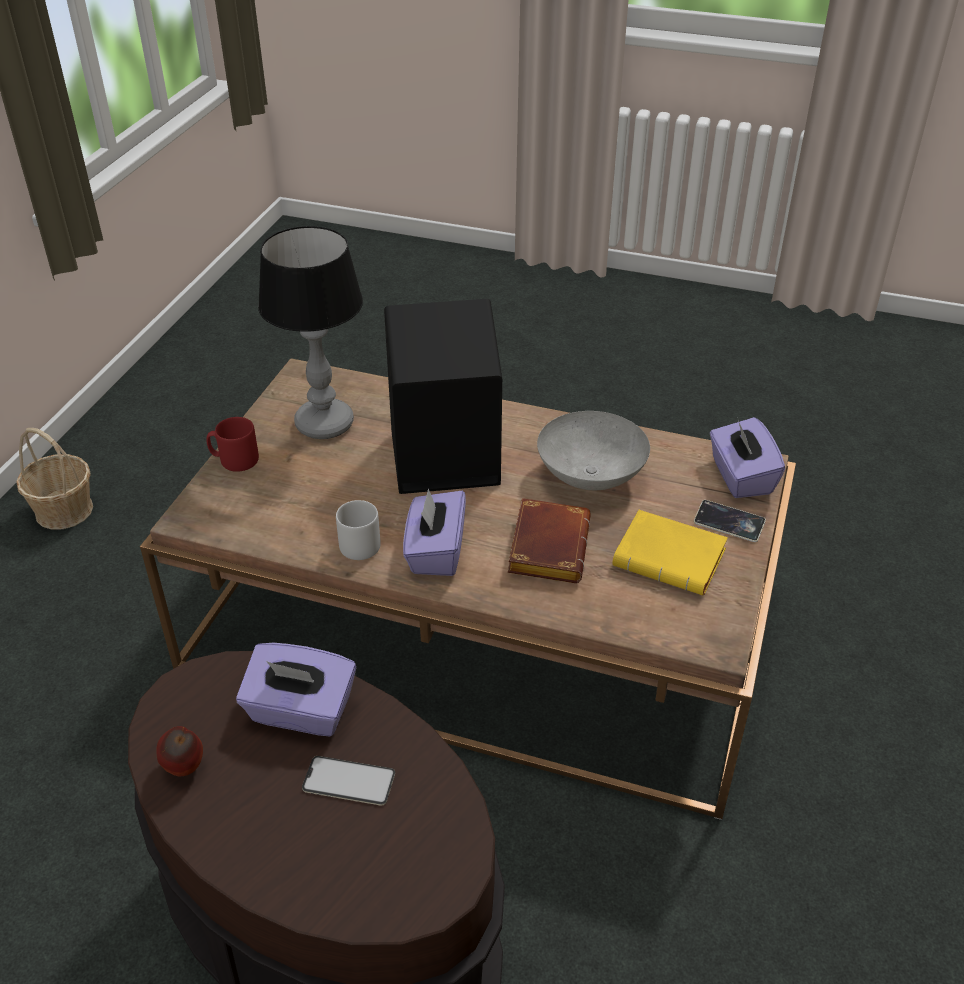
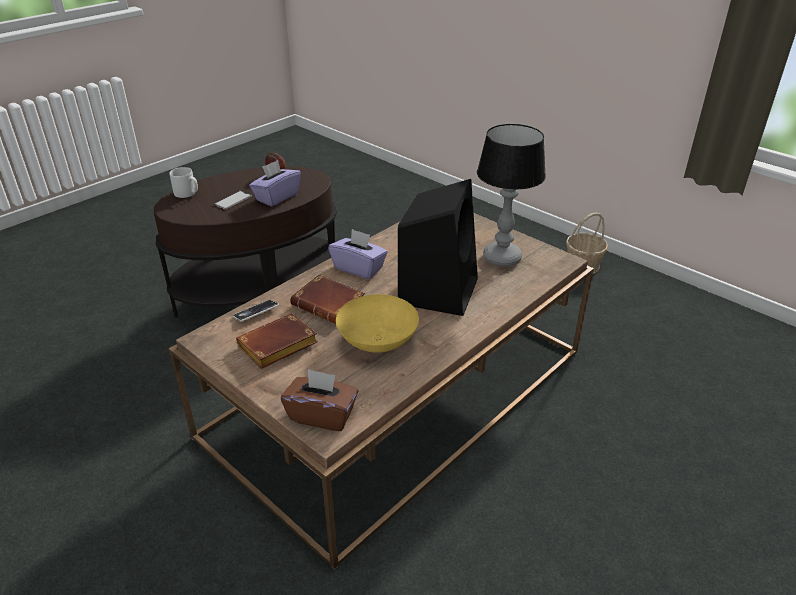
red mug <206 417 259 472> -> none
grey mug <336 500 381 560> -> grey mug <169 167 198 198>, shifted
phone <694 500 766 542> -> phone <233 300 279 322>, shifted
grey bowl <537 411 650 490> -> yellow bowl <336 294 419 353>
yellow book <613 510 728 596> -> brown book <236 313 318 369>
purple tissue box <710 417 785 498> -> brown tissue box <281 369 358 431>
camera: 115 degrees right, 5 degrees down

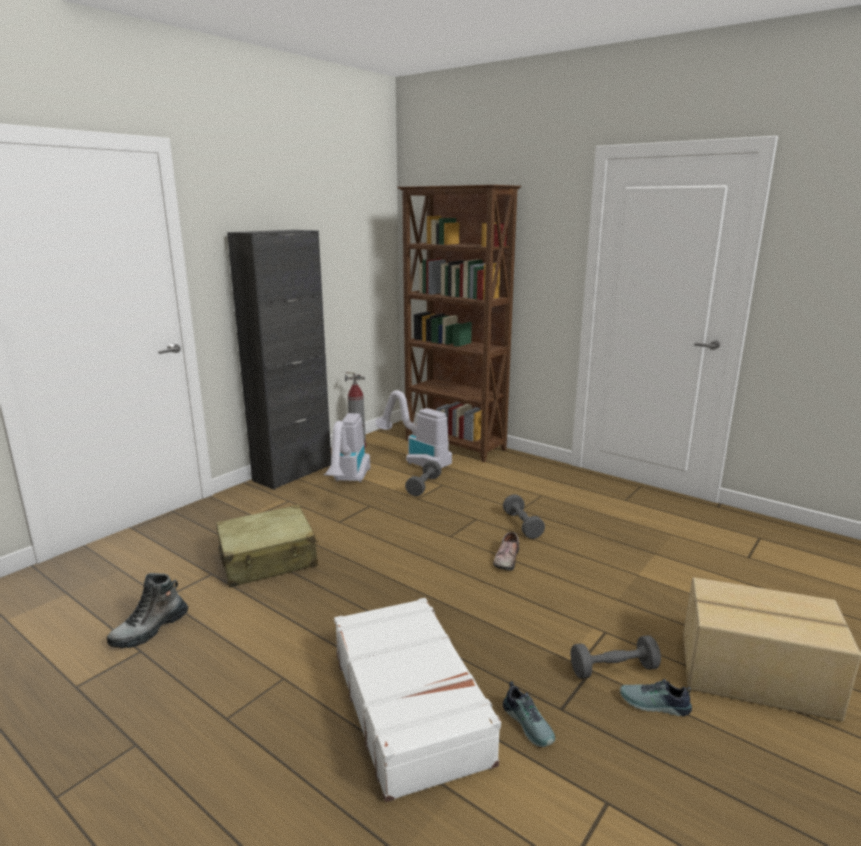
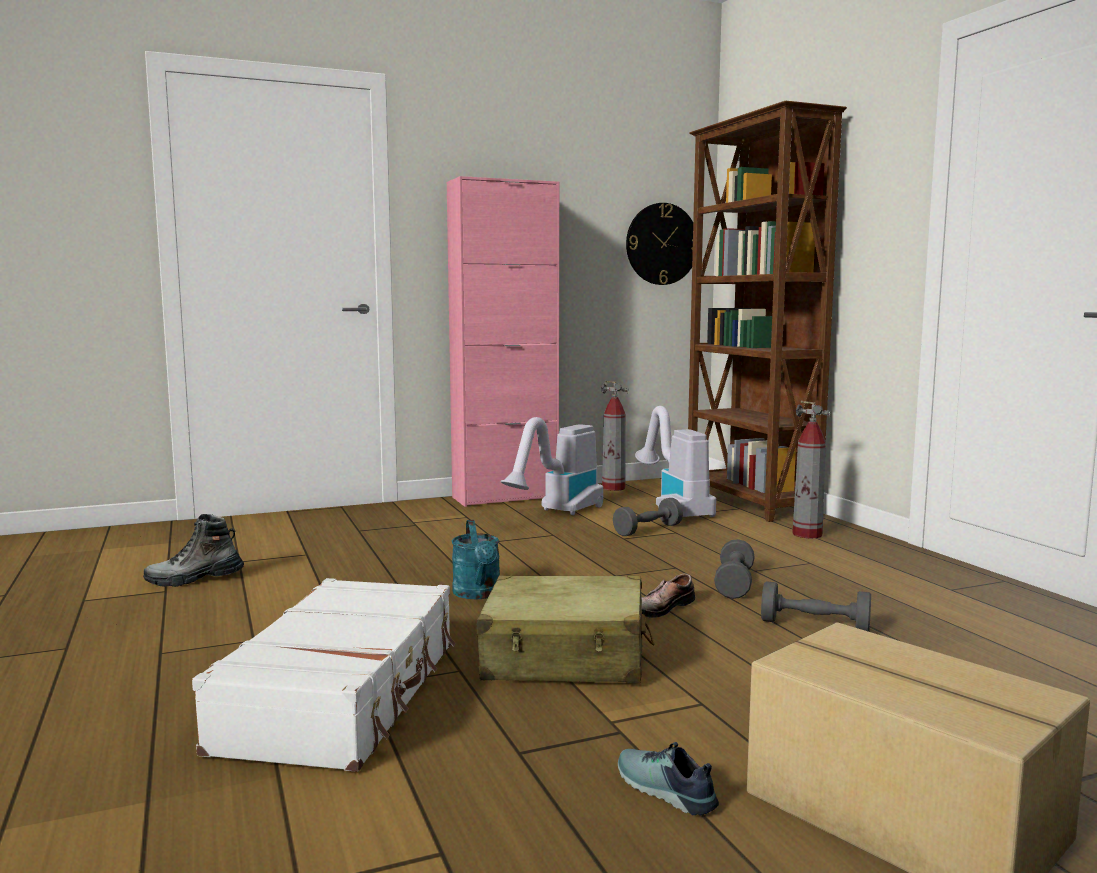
shoe <503 681 555 747> -> none
none -> turquoise watering can <452 520 500 599>
none -> wall clock <626 203 693 285>
none -> fire extinguisher <793 401 831 538>
beige suitcase <216 505 318 587> -> beige suitcase <477 575 654 683>, shifted
grey dumbbell <571 635 661 679> -> grey dumbbell <761 581 871 632>, shifted
black cabinet <227 230 331 490> -> pink cabinet <447 176 559 507>
camera: 30 degrees right, 10 degrees down

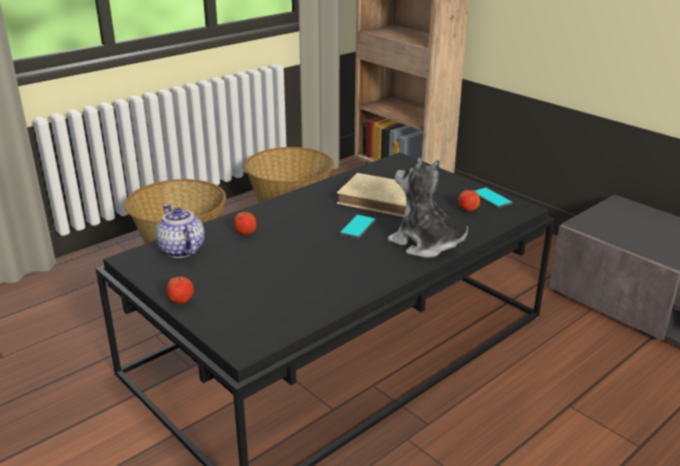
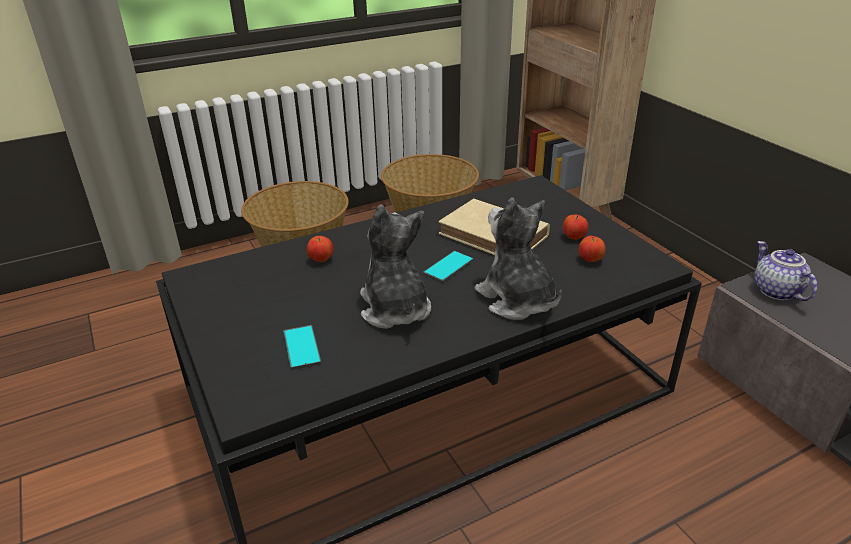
none -> plush toy <360 205 431 329>
teapot <155 204 205 258> -> teapot <754 241 818 301>, shifted
apple <166 277 194 304> -> apple <563 215 588 240>, shifted
phone <473 187 513 208> -> phone <283 325 321 370>, shifted
camera: 15 degrees right, 5 degrees up

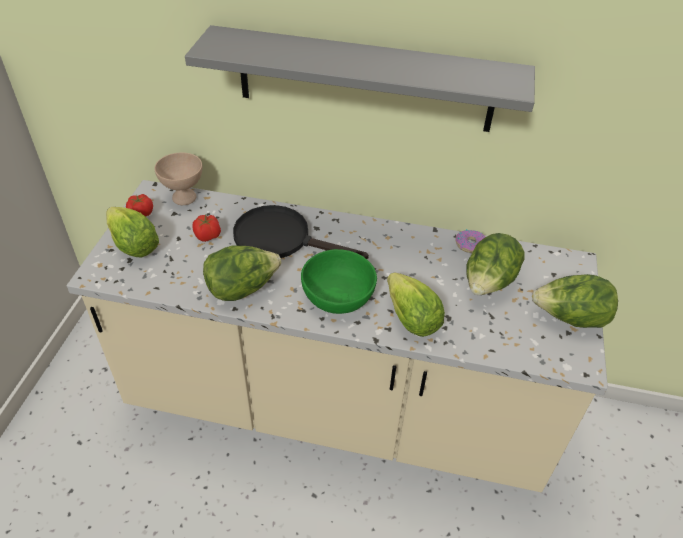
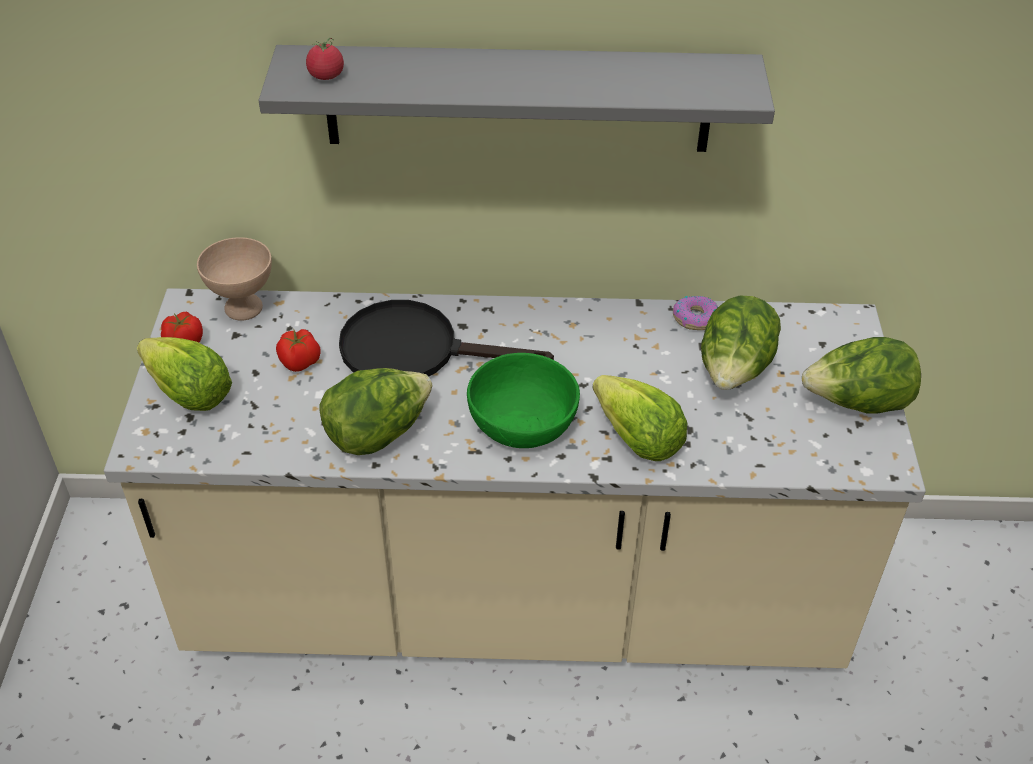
none -> tomato <306 38 344 80>
camera: 10 degrees left, 0 degrees up

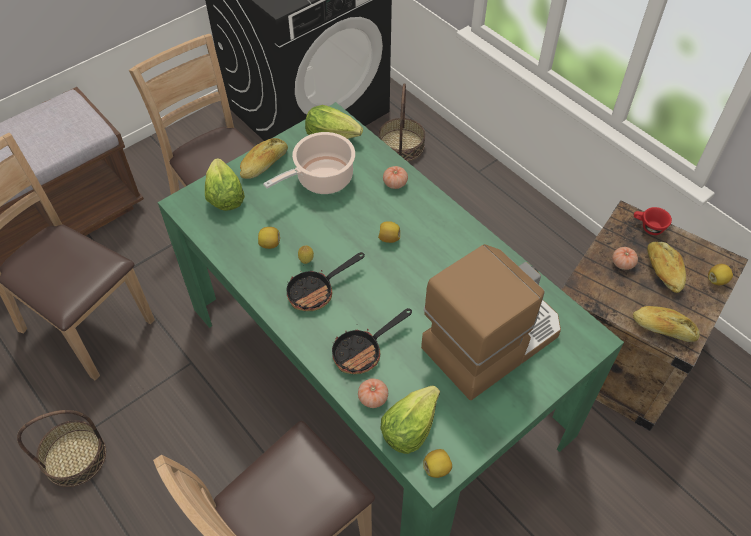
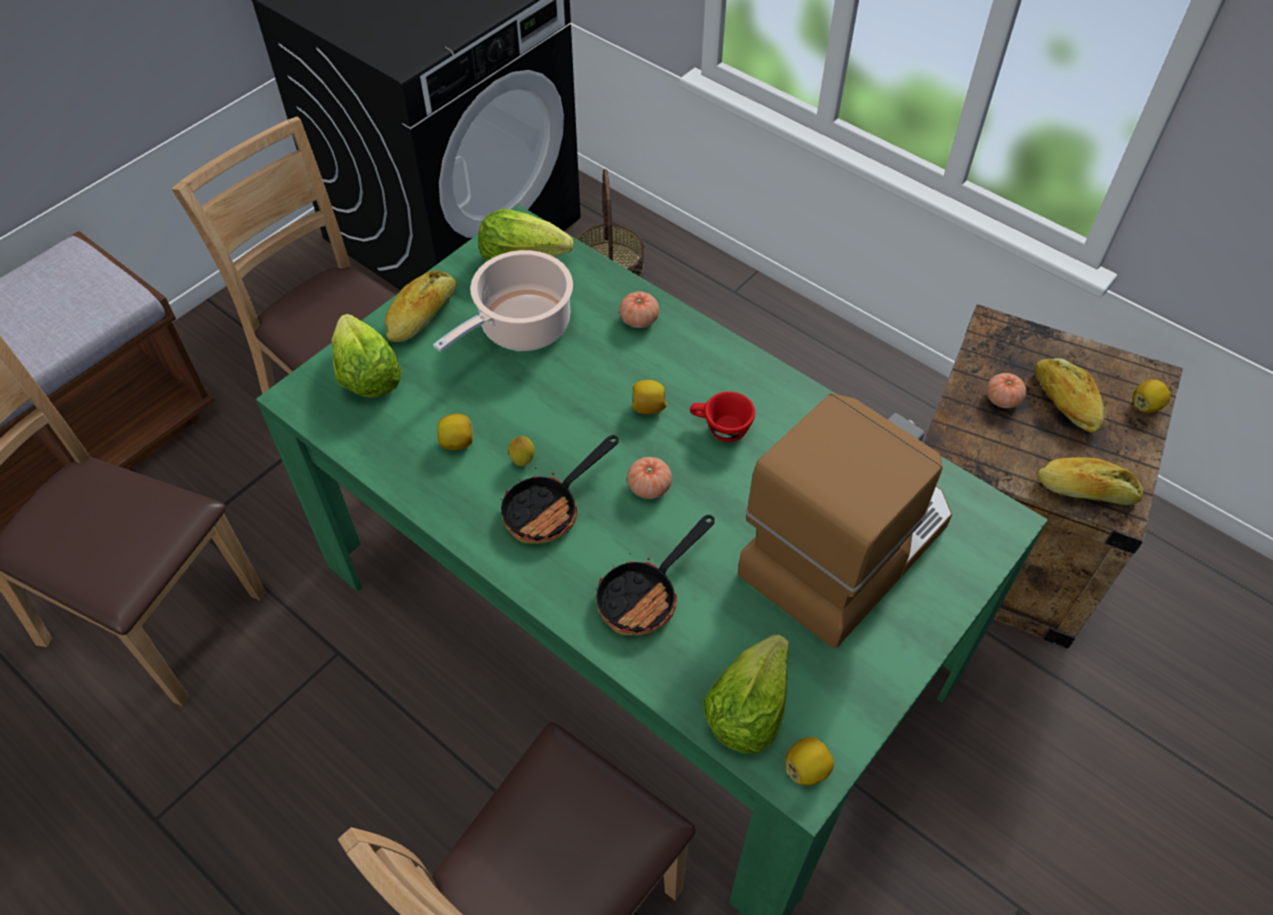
basket <17 410 106 487> -> none
tomato <358 378 388 408> -> tomato <627 457 672 499>, shifted
red cup <634 207 672 235> -> red cup <690 391 755 442>, shifted
camera: 10 degrees left, 0 degrees up

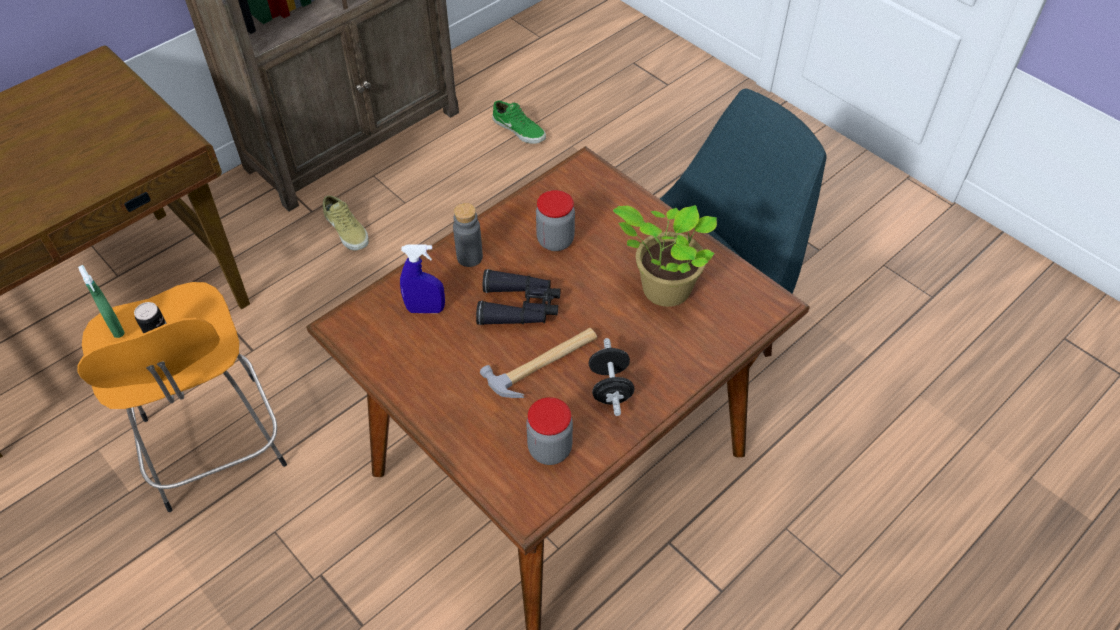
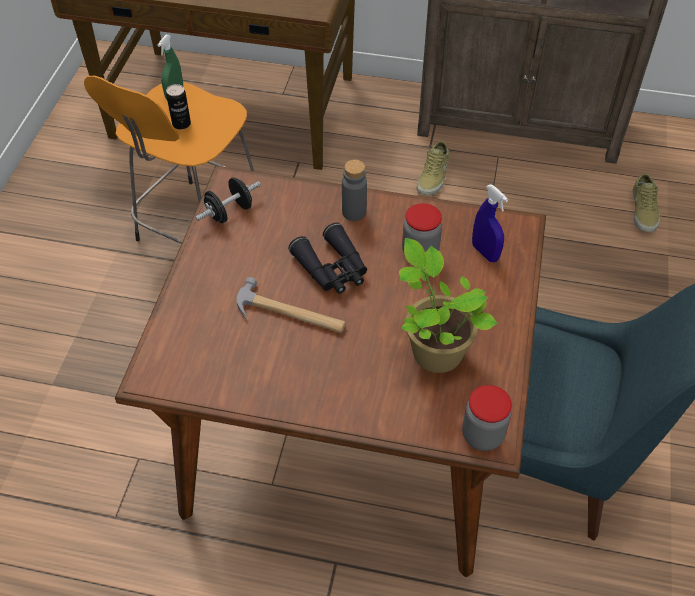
blue spray bottle <400 245 445 313> -> blue spray bottle <472 184 508 262>, shifted
jar <526 397 573 465> -> jar <462 385 512 451>, shifted
black dumbbell <589 338 634 416> -> black dumbbell <195 177 261 223>, shifted
green shoe <492 100 546 144> -> beige shoe <633 174 660 232>
camera: 55 degrees right, 0 degrees up

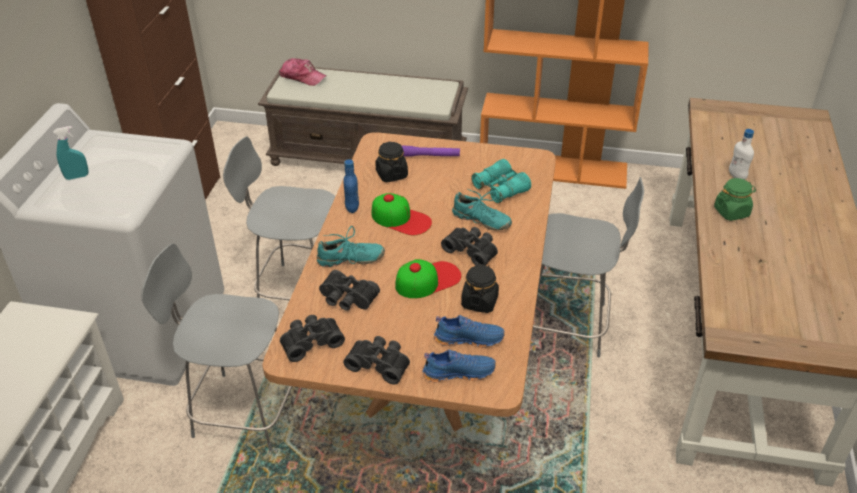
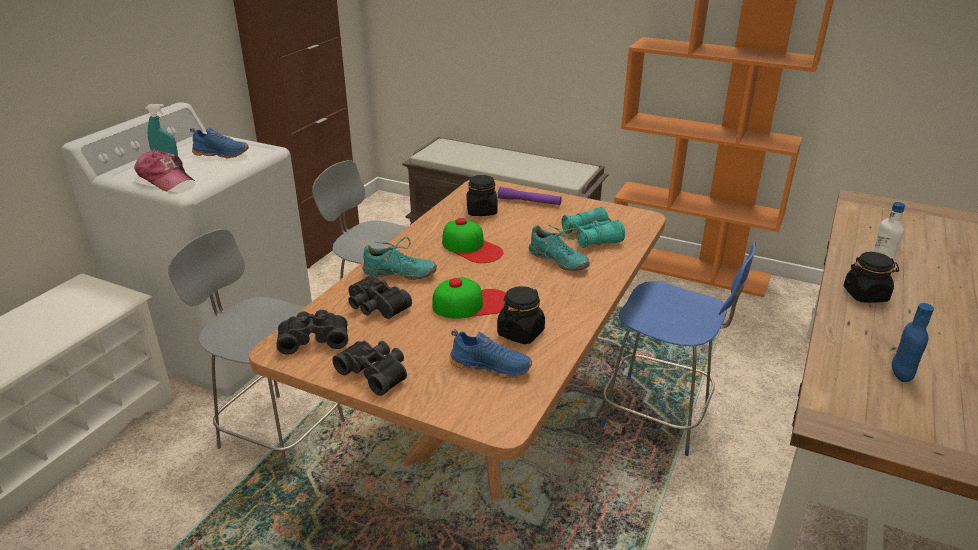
black binoculars <441 227 498 266> -> none
cap <279 58 327 86> -> cap <134 149 195 191>, shifted
blue bottle <343 159 359 213> -> blue bottle <892 303 934 382>, shifted
blue shoe <423 349 496 382> -> blue shoe <190 128 249 159>, shifted
grey chair <533 177 644 357> -> blue chair <601 241 756 456>
green jar <714 178 756 221> -> black jar <843 252 899 303>
camera: 15 degrees right, 10 degrees down

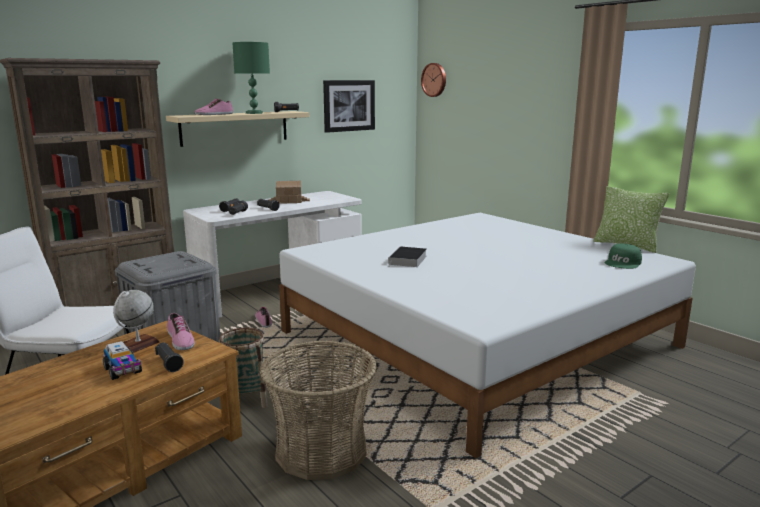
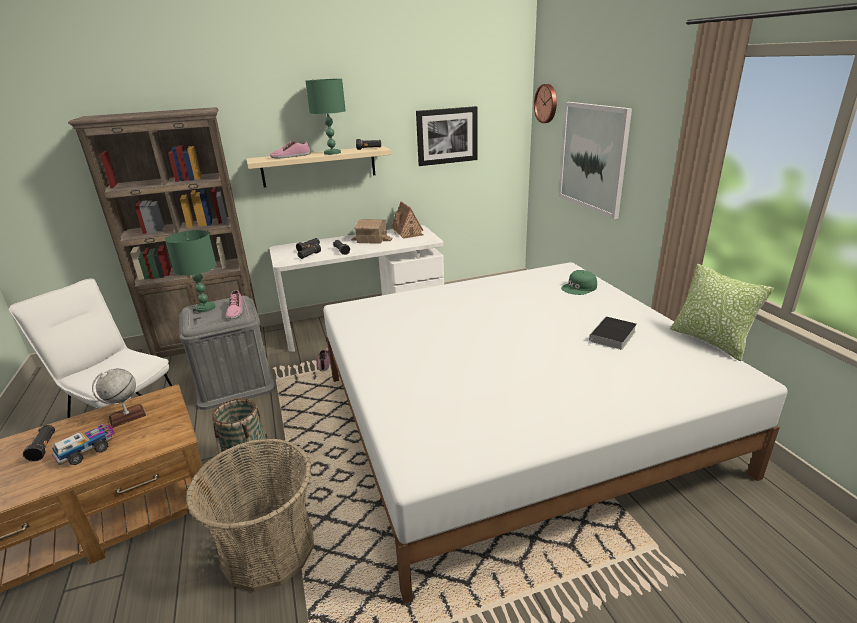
none -> green table lamp <165 230 217 312>
none -> toy house <391 201 424 239>
none -> picture <559 102 632 219>
black flashlight <155 342 184 372> -> black flashlight <23 425 55 461>, shifted
shoe <167 313 195 350> -> shoe <226 290 243 319>, shifted
book <388 246 427 267> -> book <588 316 637 350>, shifted
green cap <605 243 642 269> -> green cap <561 270 597 295>, shifted
toy truck <103 341 142 380> -> toy truck <52 424 115 465>, 120 degrees counterclockwise
camera: 20 degrees right, 10 degrees up

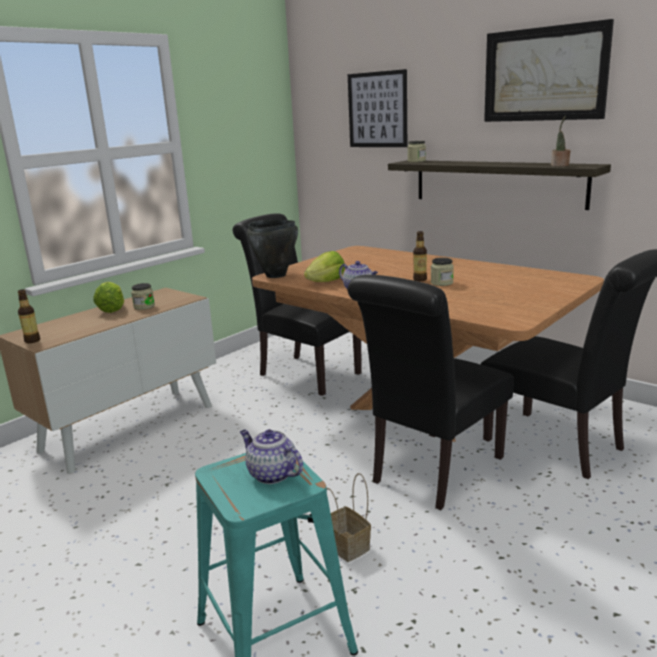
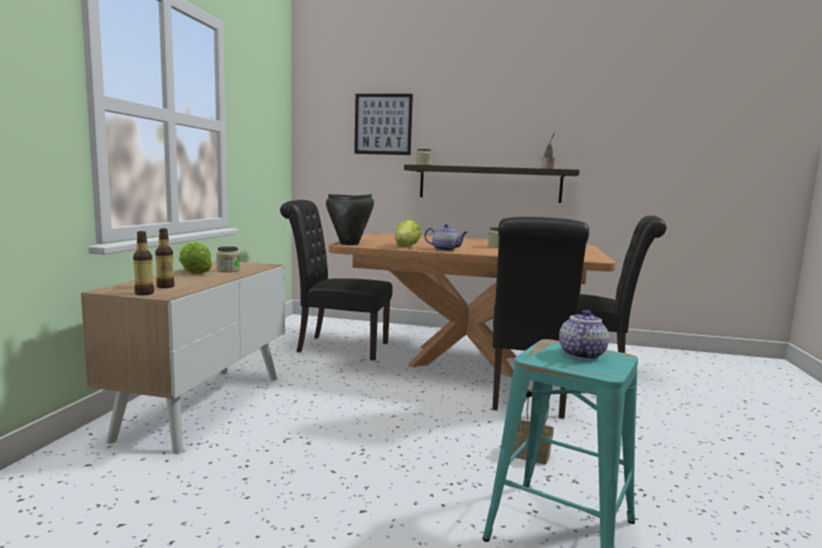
picture <484 19 614 122> -> none
bottle <413 231 427 281> -> bottle <155 228 175 288>, shifted
teapot <240 429 303 484> -> teapot <559 310 609 360>, 105 degrees clockwise
camera: 30 degrees left, 10 degrees down

